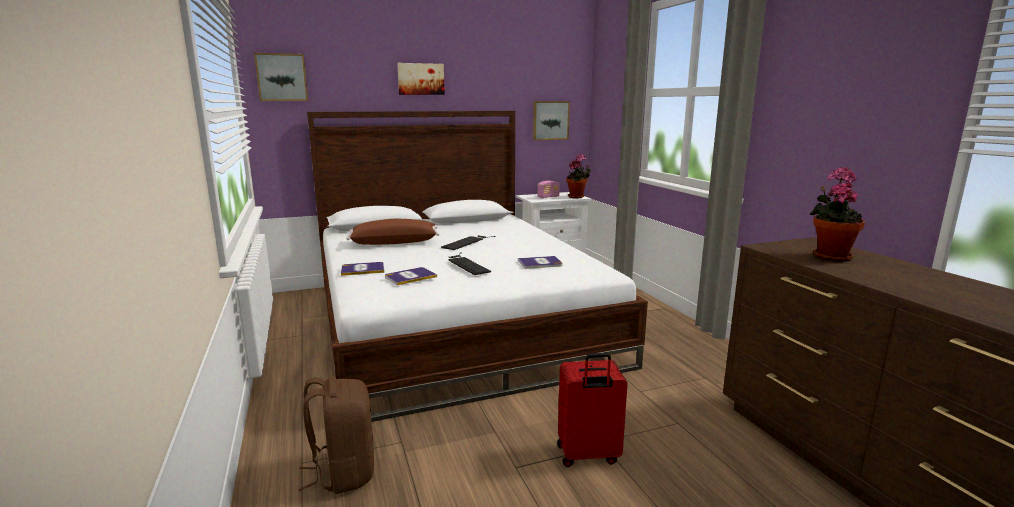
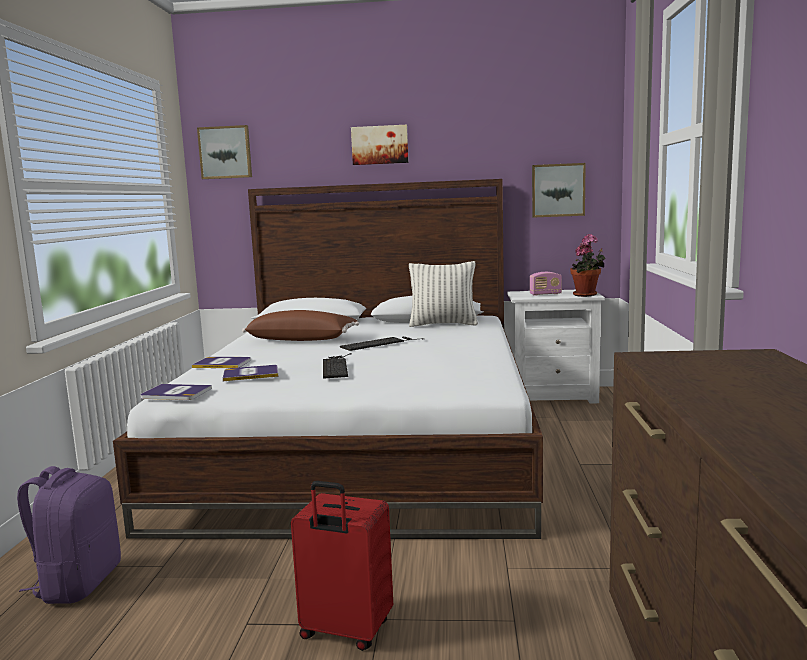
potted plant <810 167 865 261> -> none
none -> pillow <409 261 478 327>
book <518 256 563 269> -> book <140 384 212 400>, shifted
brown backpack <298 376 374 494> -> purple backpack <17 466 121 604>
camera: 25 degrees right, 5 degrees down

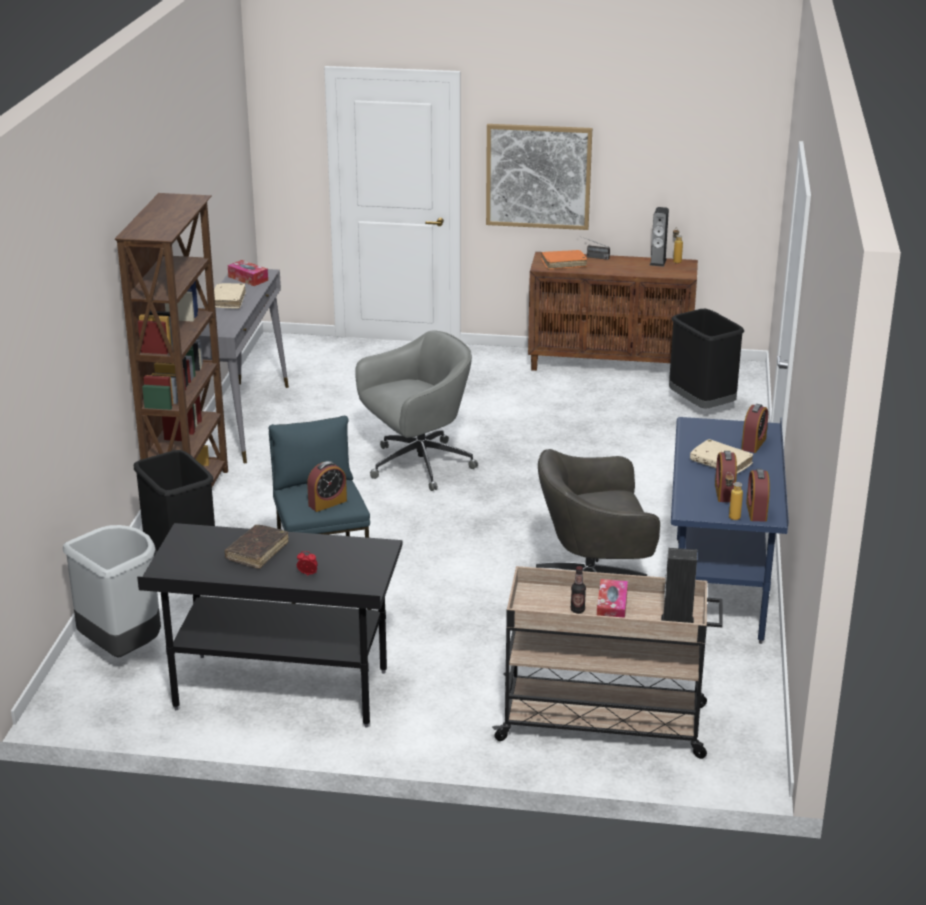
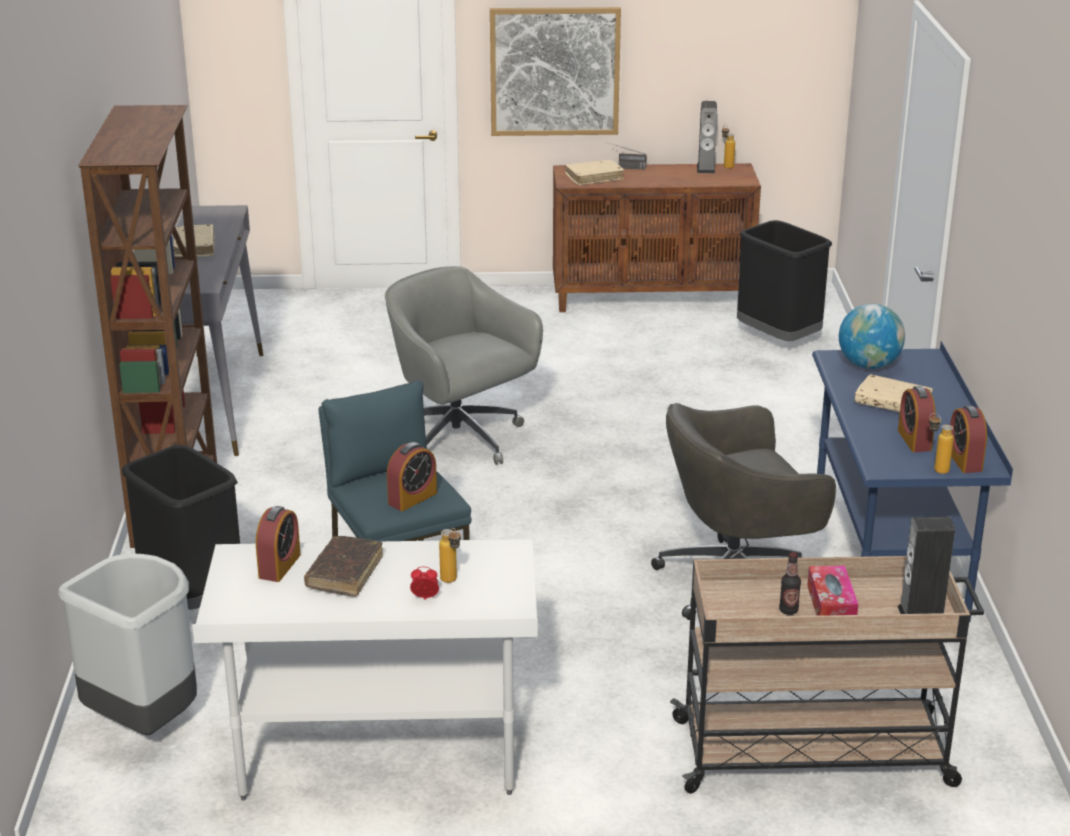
tissue box <228 260 268 286> -> none
none -> bottle <439 528 461 583>
none -> globe <839 304 905 369>
alarm clock <741 404 768 453> -> alarm clock <256 506 301 582>, shifted
black desk <137 523 402 728> -> white desk <192 539 538 801>
orange book <541 250 587 270> -> beige book <565 160 624 185>
grey office chair <355 330 478 491> -> grey office chair <385 266 543 465>, 90 degrees counterclockwise
camera: 10 degrees left, 0 degrees up

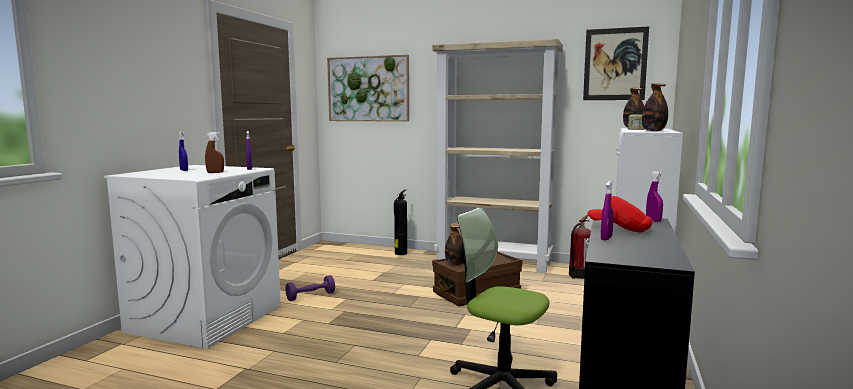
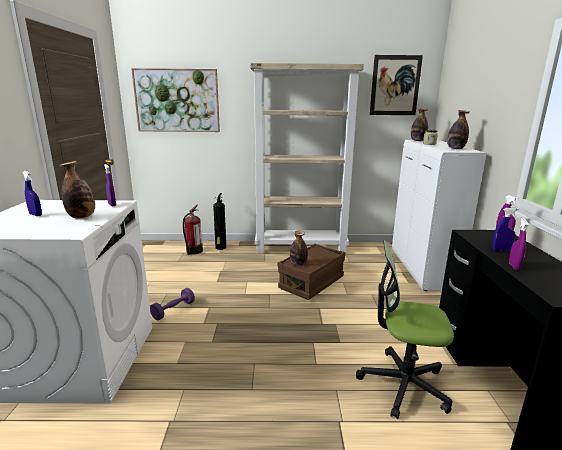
fire extinguisher <569 214 591 279> -> fire extinguisher <183 205 203 255>, shifted
brown spray bottle <205 132 224 173> -> bottle <59 161 95 218>
red cap <588 196 653 232> -> blue spray bottle <492 208 519 251>
camera: 20 degrees left, 10 degrees up

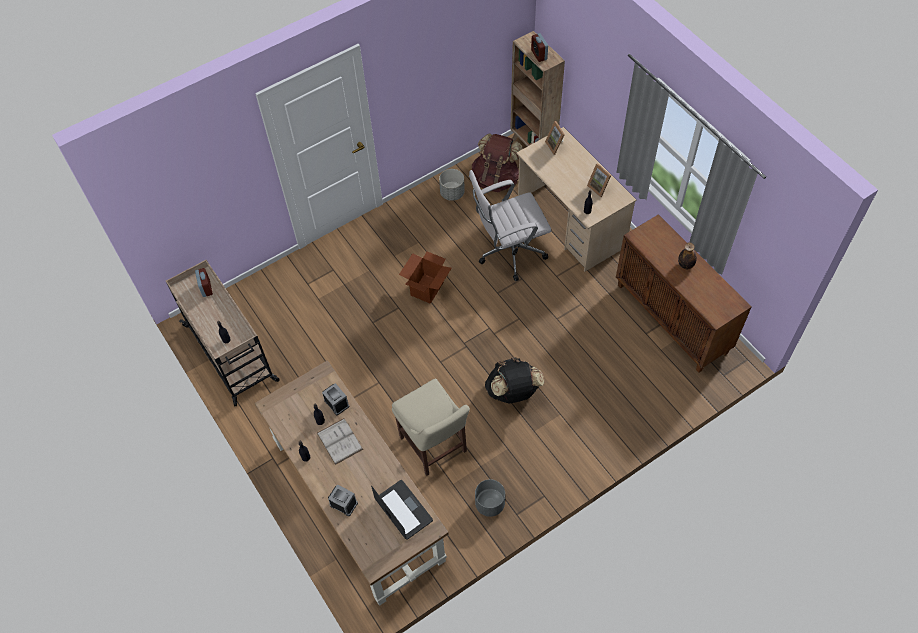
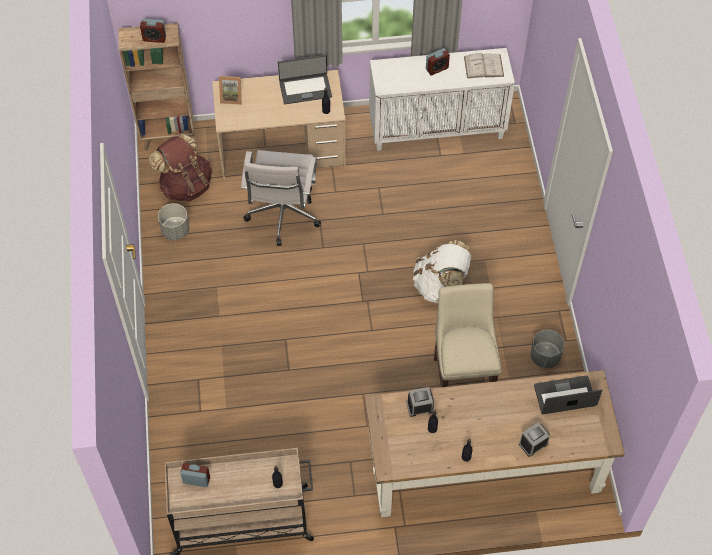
cardboard box <399 251 451 304> -> none
white book <317 418 363 465> -> white book <464 53 504 78>, shifted
picture frame <587 163 611 197> -> laptop <278 55 332 104>
bottle <678 242 697 269> -> alarm clock <426 48 450 75>
black backpack <485 357 544 404> -> white backpack <412 240 471 303>
brown cabinet <616 214 751 373> -> white cabinet <369 48 515 151>
beige chair <392 379 470 476> -> beige chair <434 283 502 387>, 90 degrees counterclockwise
camera: 65 degrees left, 0 degrees up

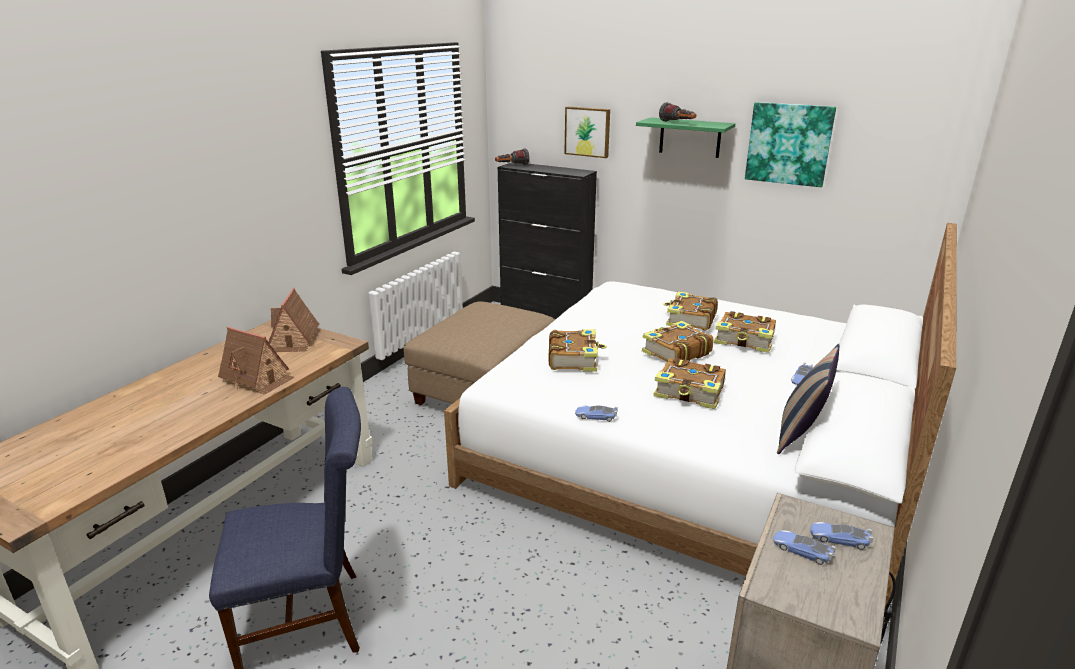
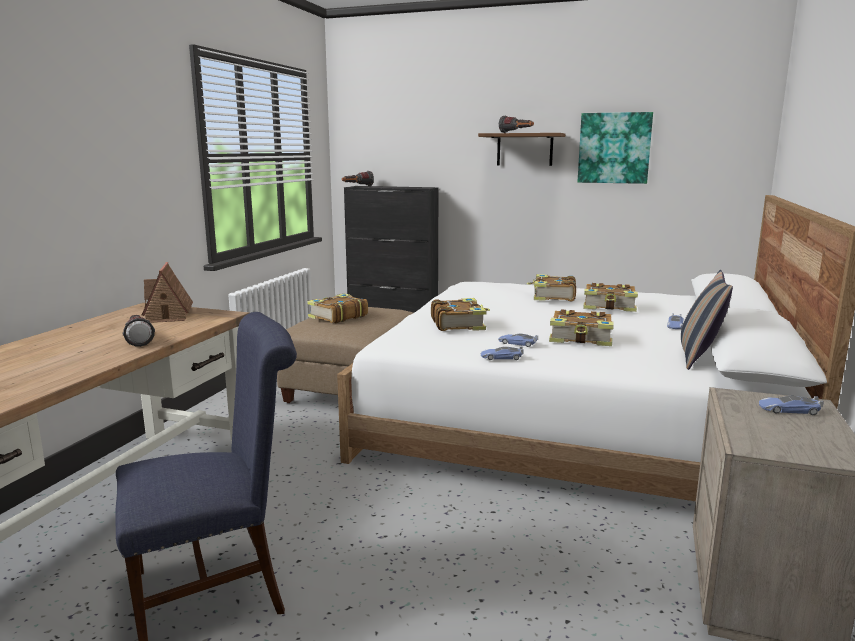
picture <565 106 610 158> -> none
book <642 321 714 362> -> book <307 293 368 323>, shifted
toy car <773 530 836 565> -> toy car <498 333 538 347>, shifted
toy house <218 327 294 395> -> flashlight <122 315 155 347>
green shelf <636 117 735 158> -> brown shelf <478 133 565 166>
camera: 10 degrees left, 10 degrees down

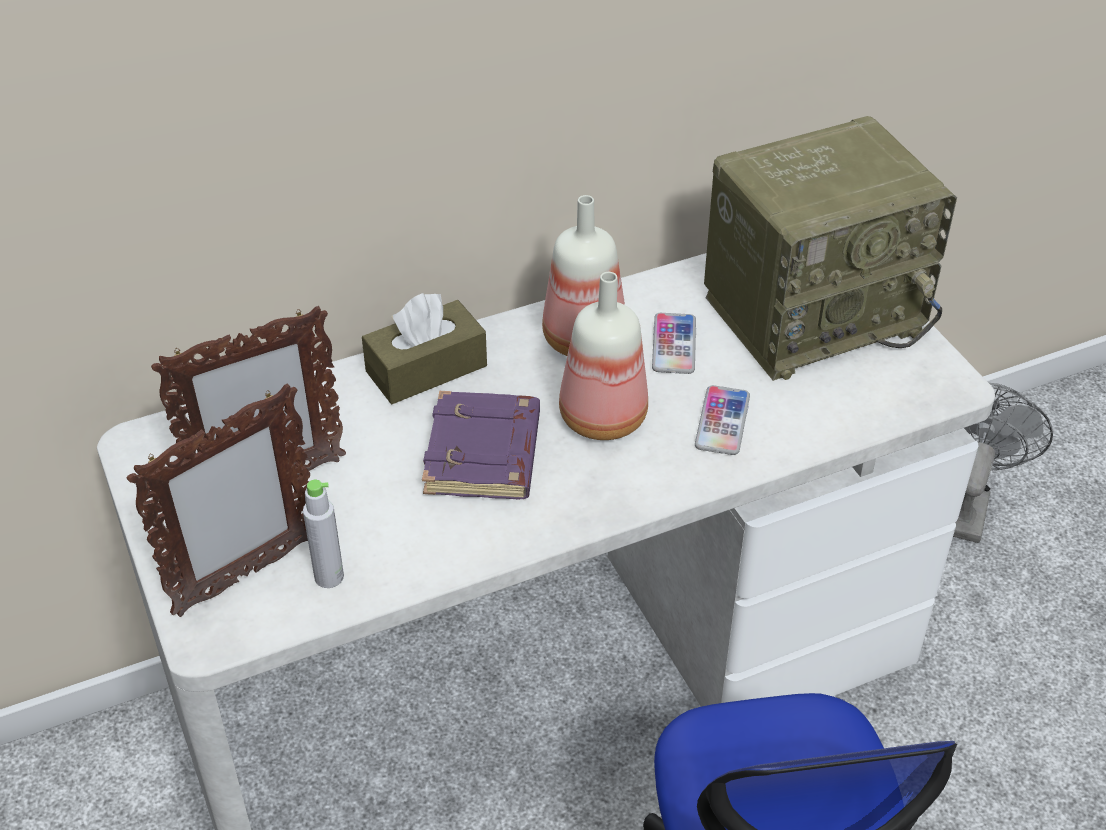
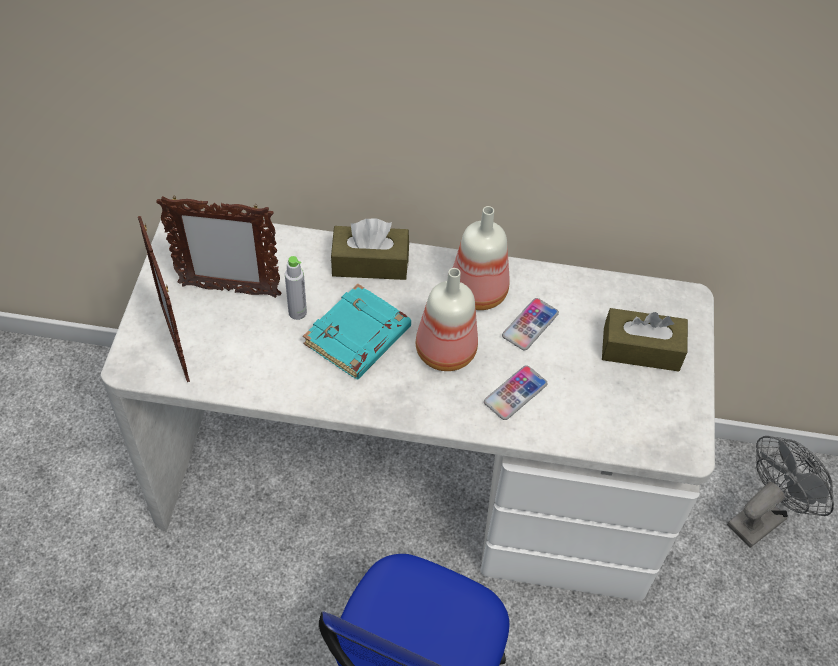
grey bottle <303 480 344 588> -> grey bottle <285 256 307 320>, shifted
radio <704 116 957 381> -> brown tissue box <602 308 688 371>
purple book <422 391 540 499> -> turquoise book <303 284 411 379>
picture frame <127 384 310 617> -> picture frame <138 216 190 382>, 75 degrees clockwise
camera: 30 degrees right, 10 degrees up

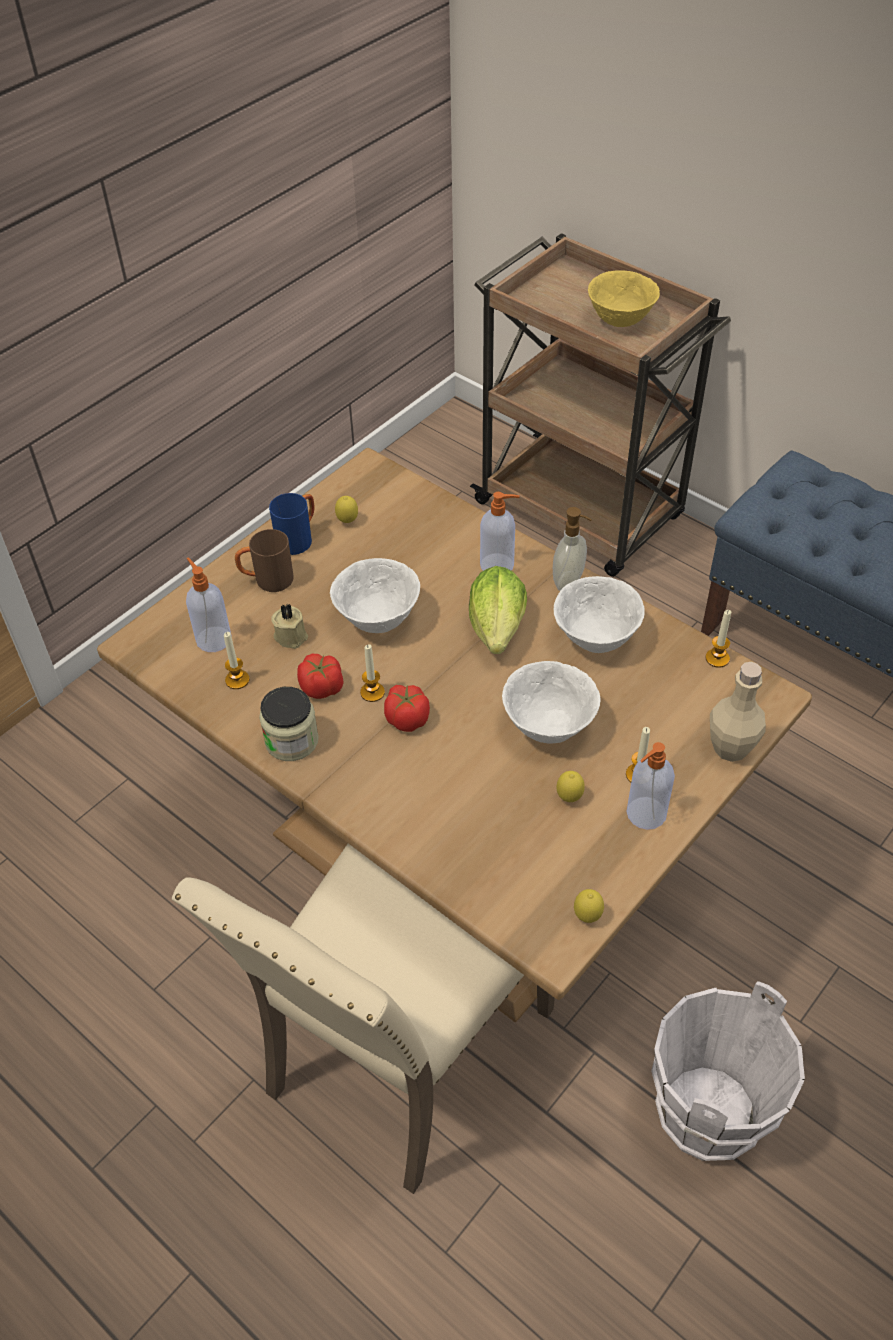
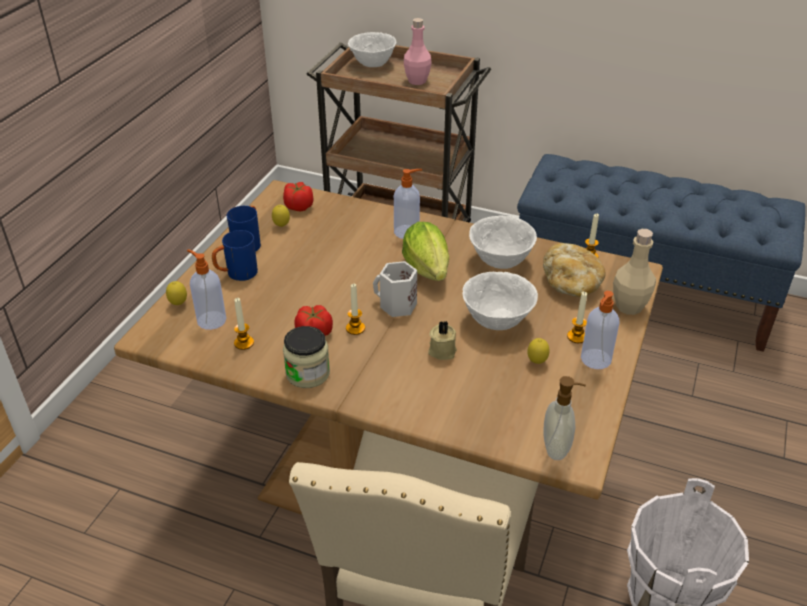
none -> white mug <373 261 417 317>
none -> bread <543 243 606 297>
beige candle <271 604 308 649> -> beige candle <428 321 457 360>, shifted
white bowl <330 558 420 633> -> white bowl <348 32 396 67>, shifted
tomato <384 685 430 732> -> tomato <283 182 313 211>, shifted
soap dispenser <553 507 592 591> -> soap dispenser <543 376 586 460>, shifted
lemon <574 889 604 923> -> lemon <166 281 187 305>, shifted
yellow bowl <588 270 660 327> -> pink bottle <404 18 432 85>
brown mug <235 529 294 592> -> blue mug <212 230 258 281>
camera: 20 degrees left, 10 degrees down

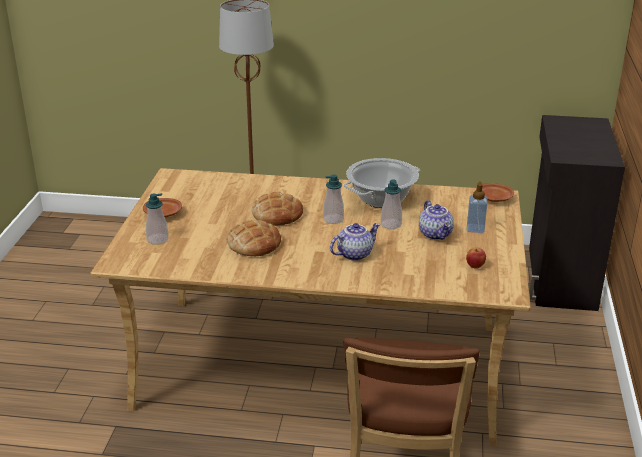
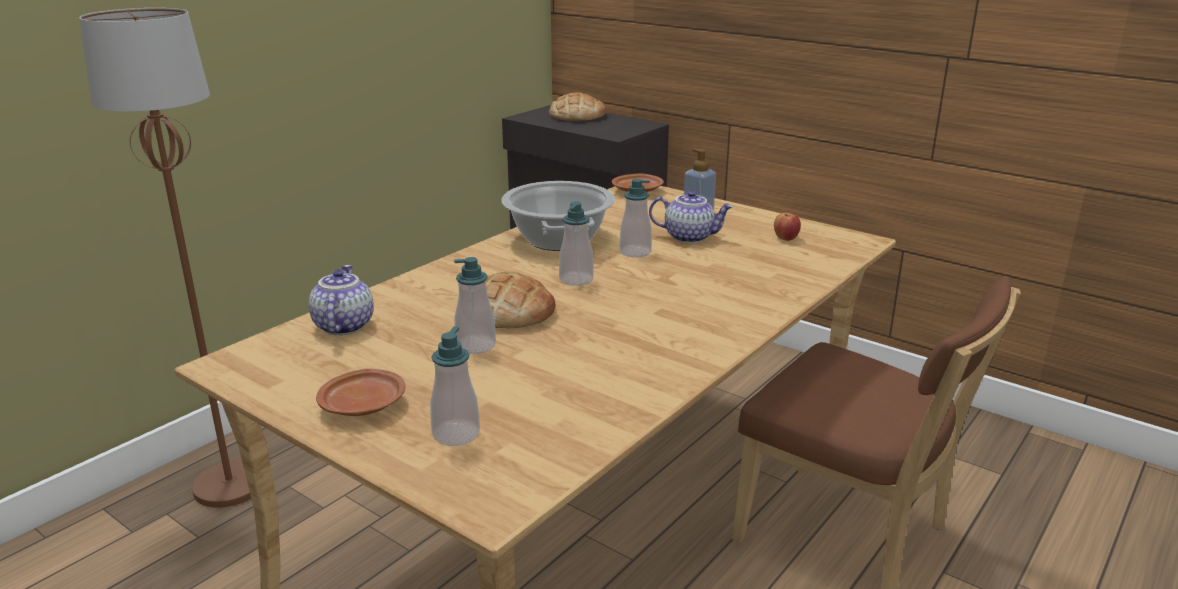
none -> soap dispenser <454 257 496 354>
bread <227 220 281 256> -> bread <549 92 606 121>, shifted
teapot <330 223 380 261> -> teapot <309 265 374 335>, shifted
camera: 60 degrees left, 5 degrees down

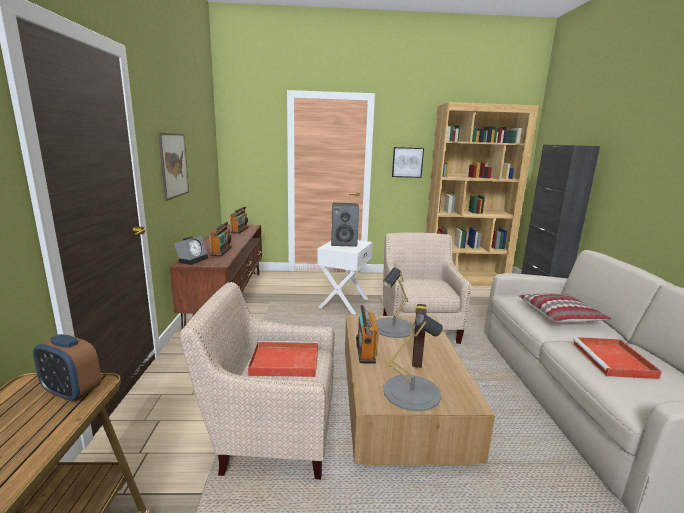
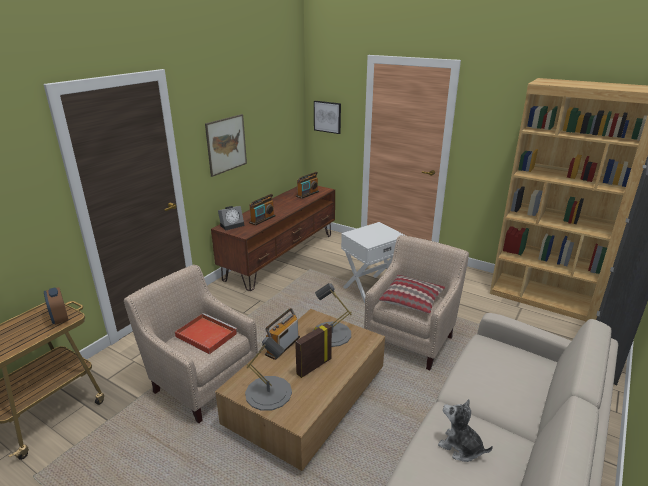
speaker <331 202 359 247> -> none
picture <392 147 424 178> -> picture <314 101 341 134>, shifted
pillow <519 294 612 323> -> pillow <379 275 445 314>, shifted
red tray <573 337 662 379> -> plush toy <438 399 493 462>
camera: 35 degrees right, 10 degrees up

